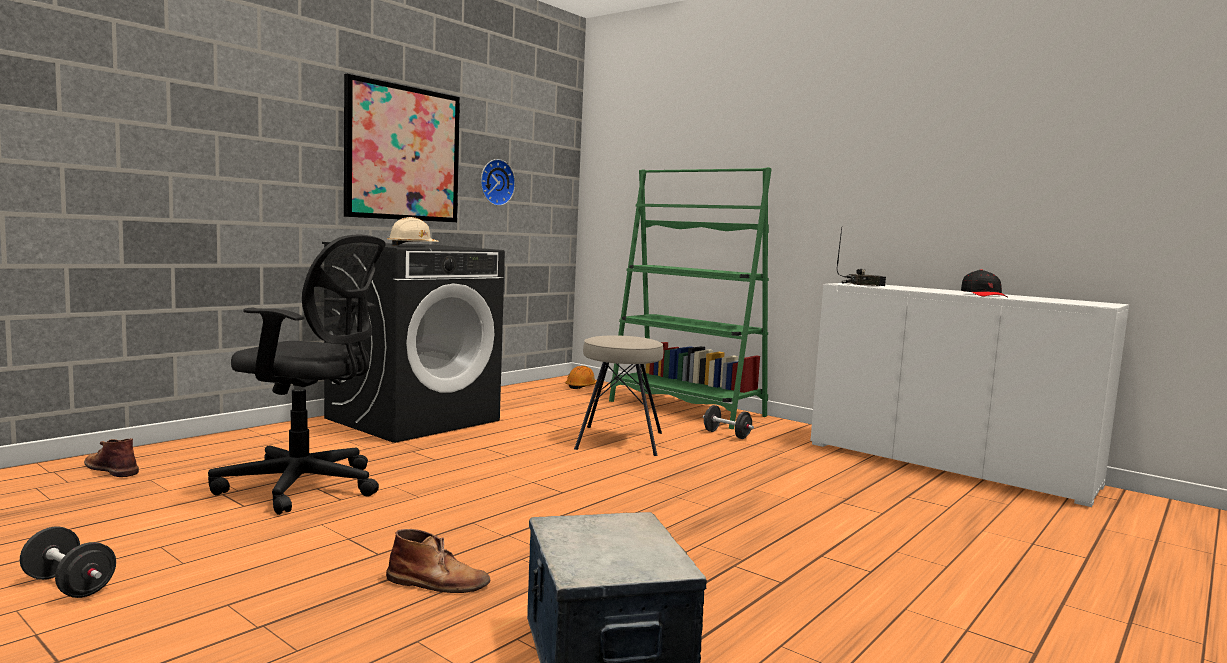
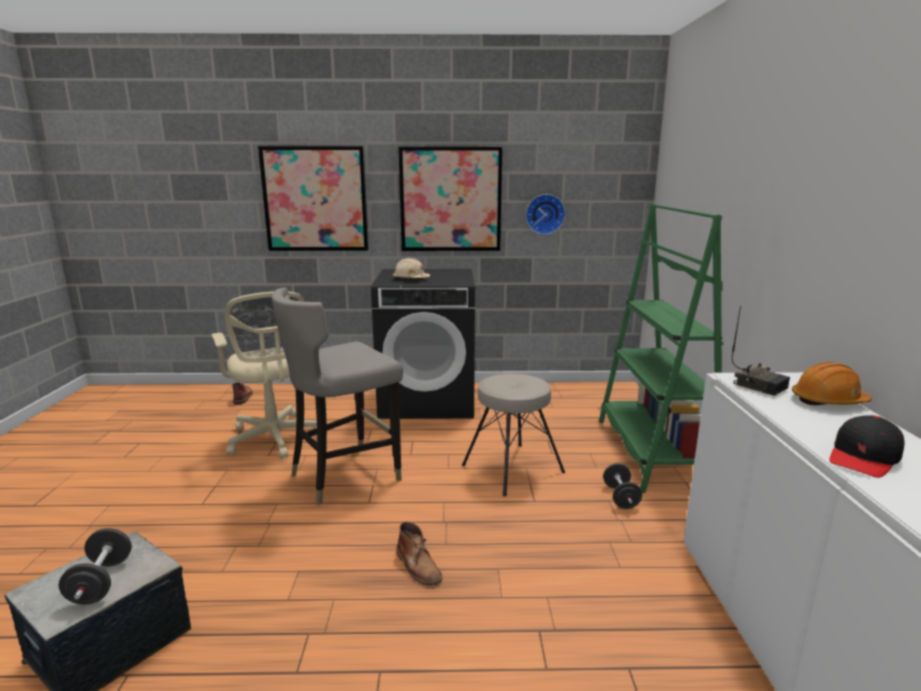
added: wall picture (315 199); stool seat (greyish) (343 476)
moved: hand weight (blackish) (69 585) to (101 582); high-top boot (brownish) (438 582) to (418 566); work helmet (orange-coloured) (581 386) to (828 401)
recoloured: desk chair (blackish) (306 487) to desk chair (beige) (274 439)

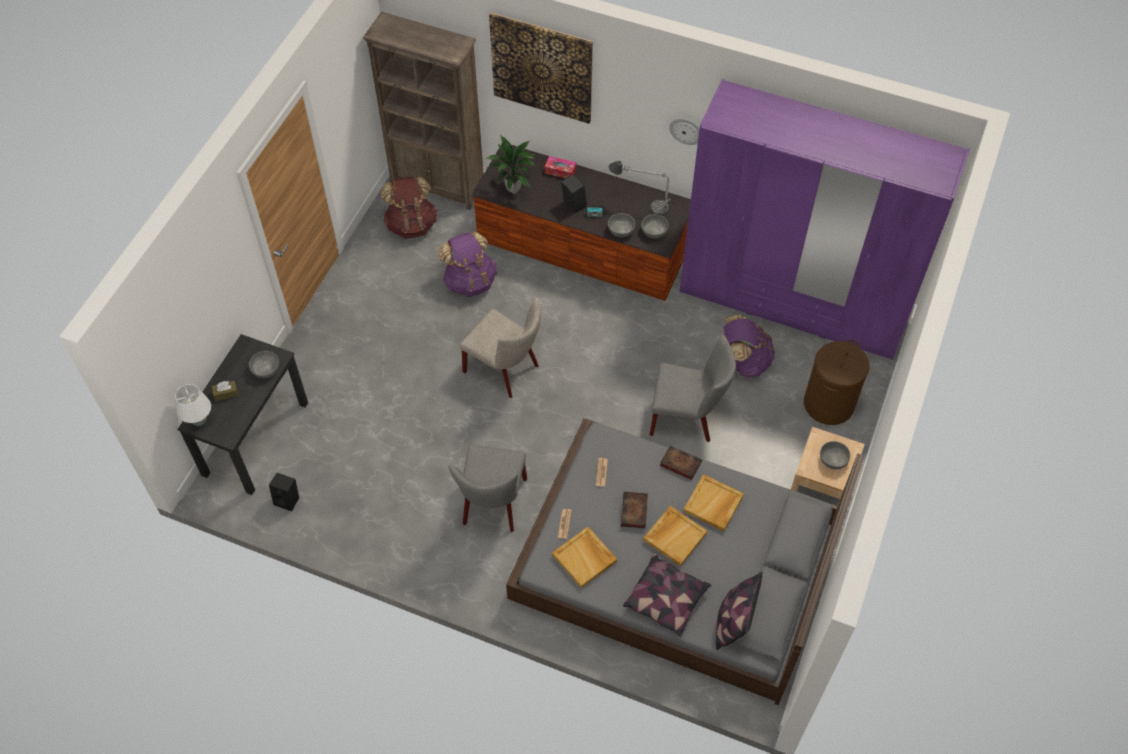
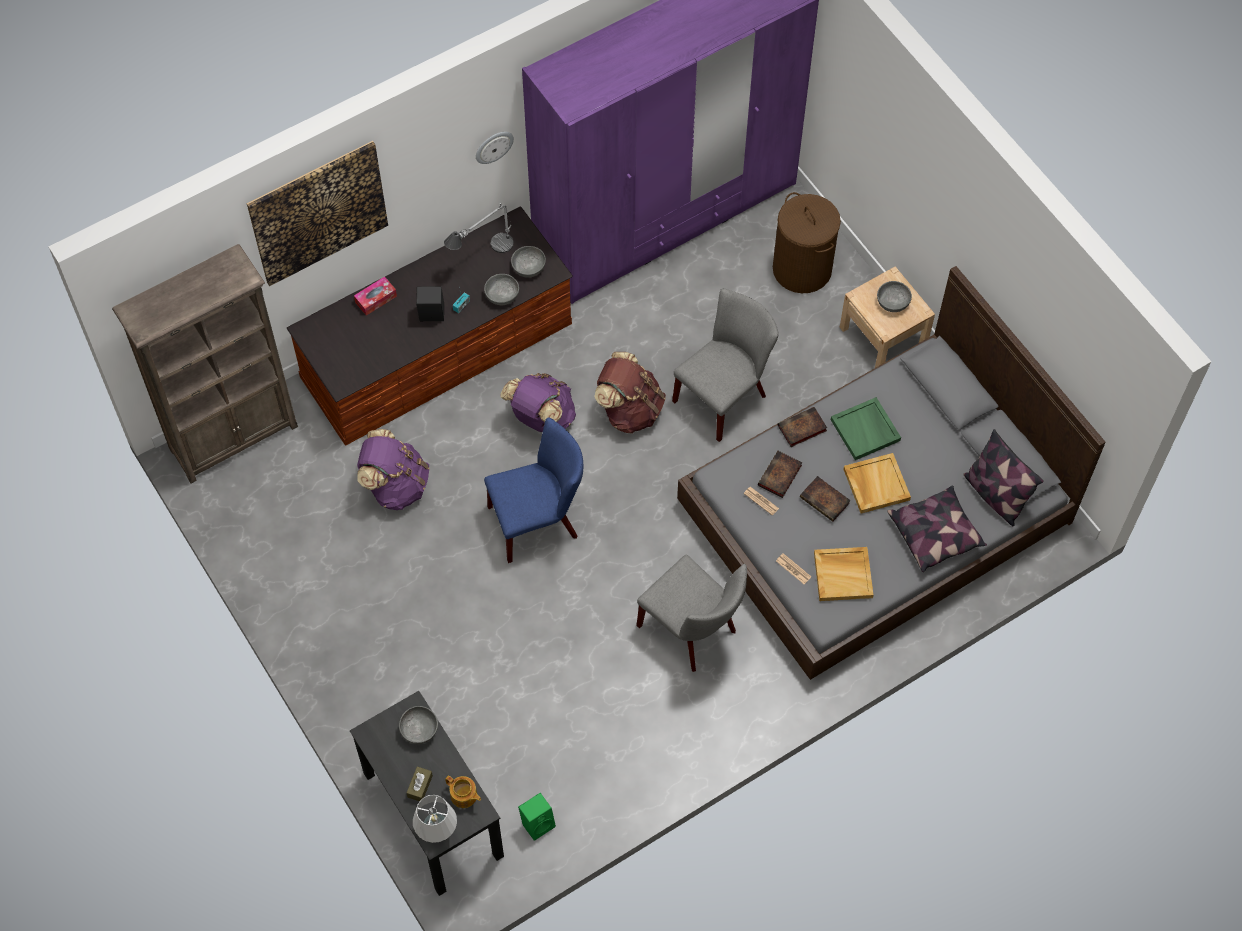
removed: potted plant (514 189)
added: teapot (464 796); bound book (779 476)
moved: knapsack (brownish) (411 224) to (630 410); knapsack (purple) (744 360) to (541 417)
recoloured: loudspeaker (blackish) (288 500) to loudspeaker (green) (538 823); upright chair (beige) (505 370) to upright chair (bluish) (538 521); tray (beige) (713 504) to tray (green) (866 430)

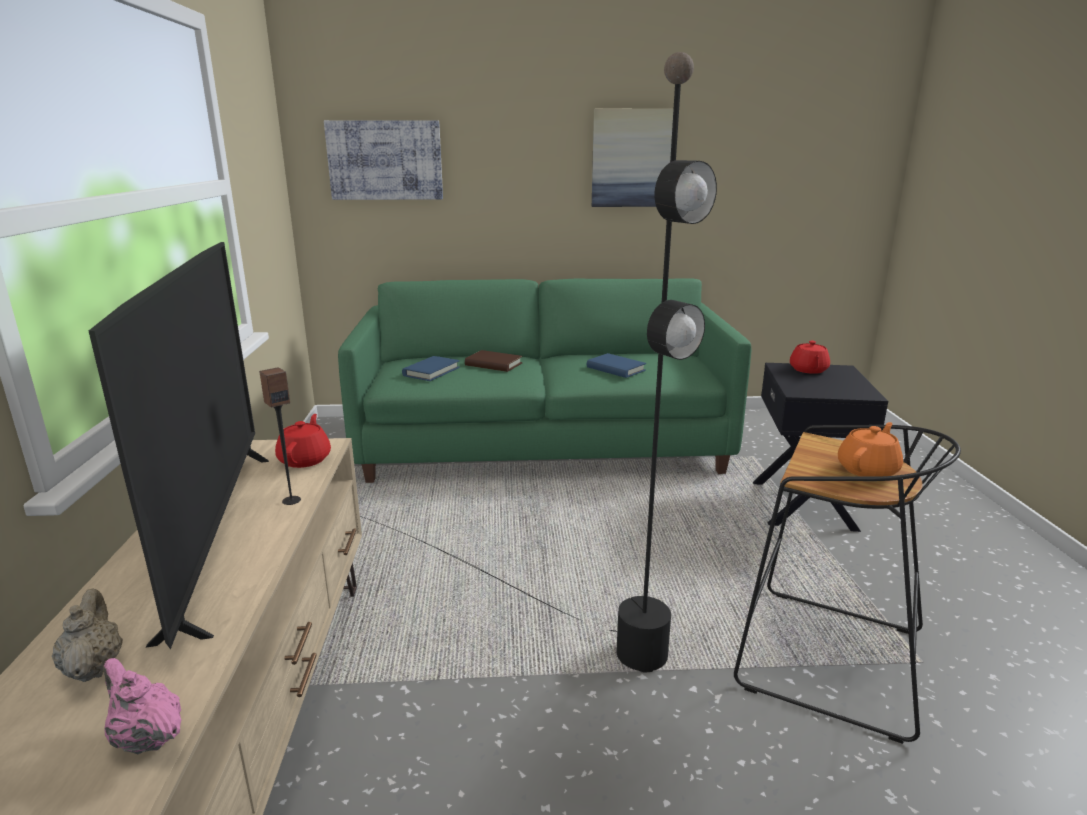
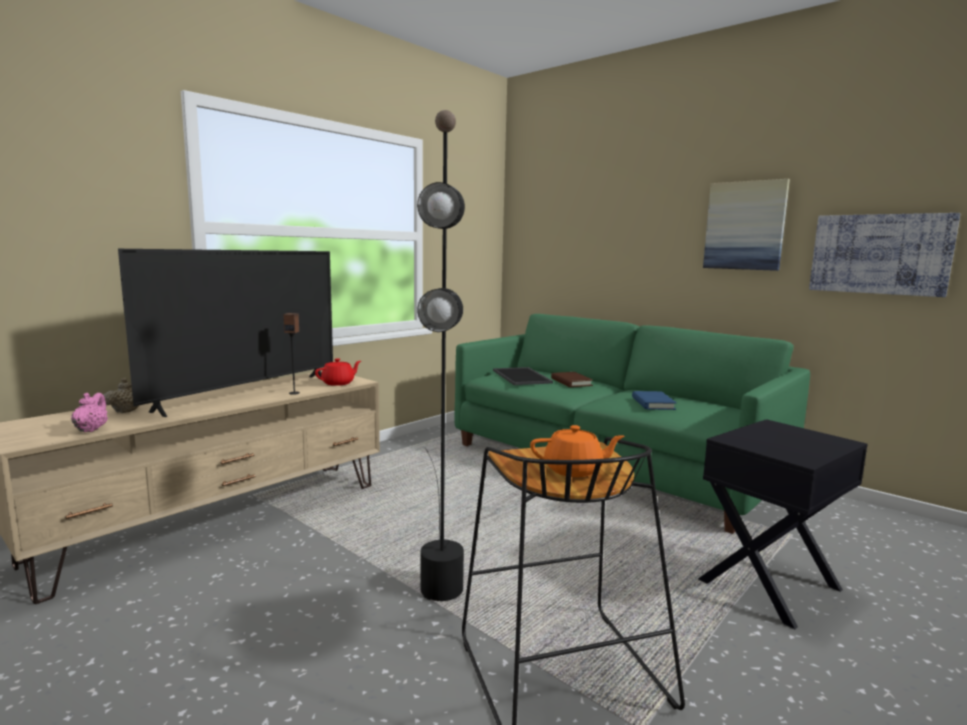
removed: teapot (reddish) (808 370)
moved: wall picture (385 160) to (879 254)
replaced: bound book (bluish) (431 371) to tray (522 376)

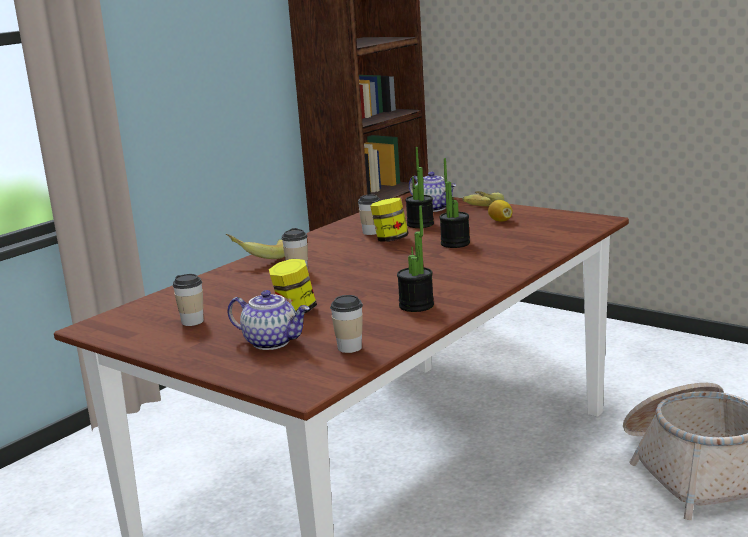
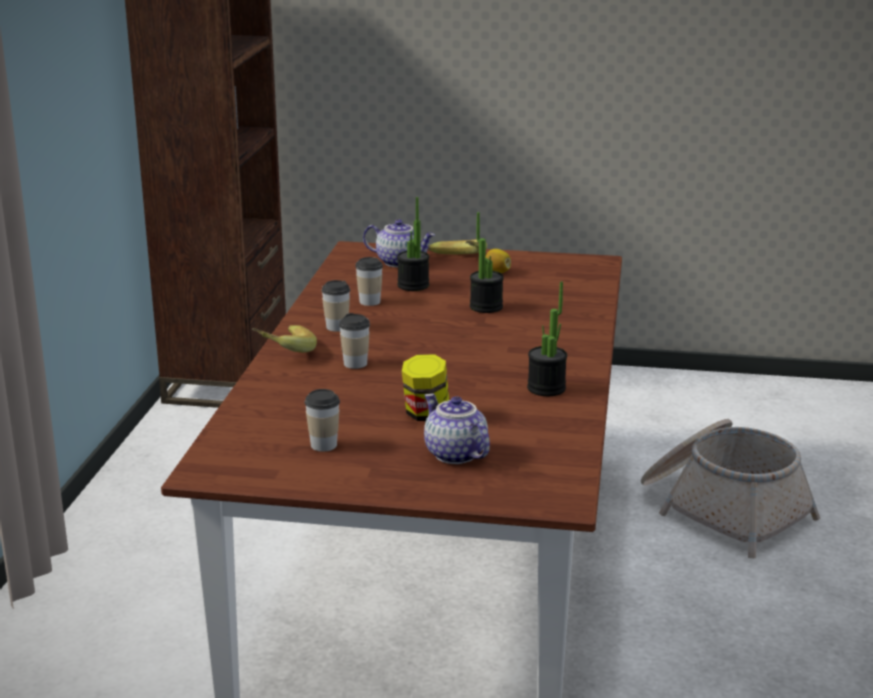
removed: storage jar (390 240)
moved: small cup (349 347) to (337 327)
turned: teapot (272 342) = (454 454) 120 degrees counterclockwise

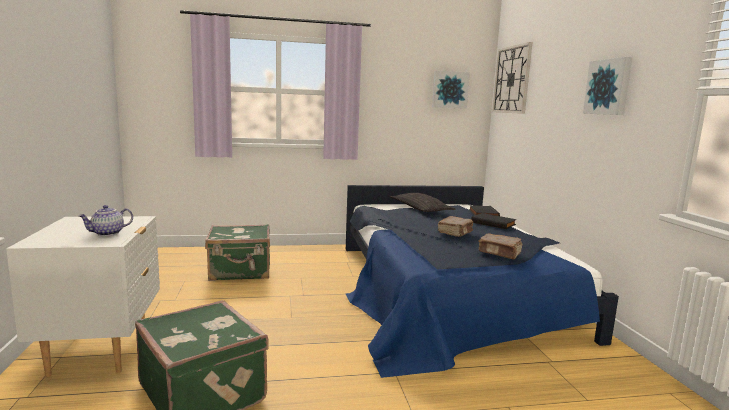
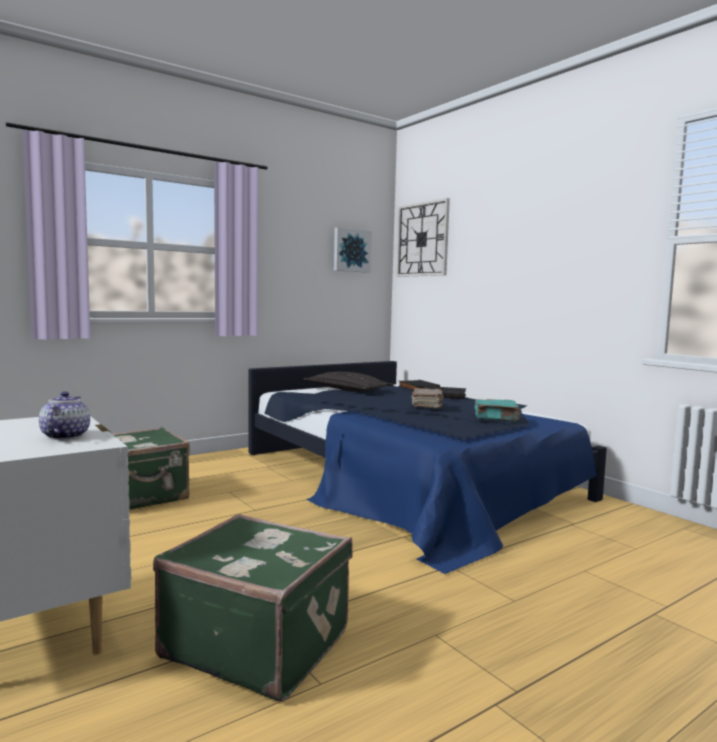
removed: wall picture (609 87)
recoloured: bound book (brownish) (500 253) to bound book (turquoise) (496 418)
turned: teapot (107 233) = (64 436) 150 degrees clockwise

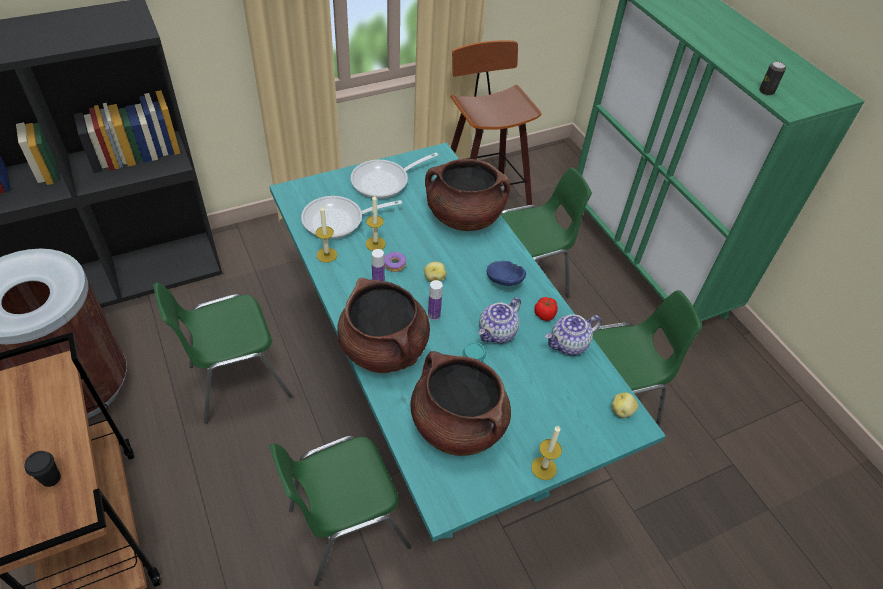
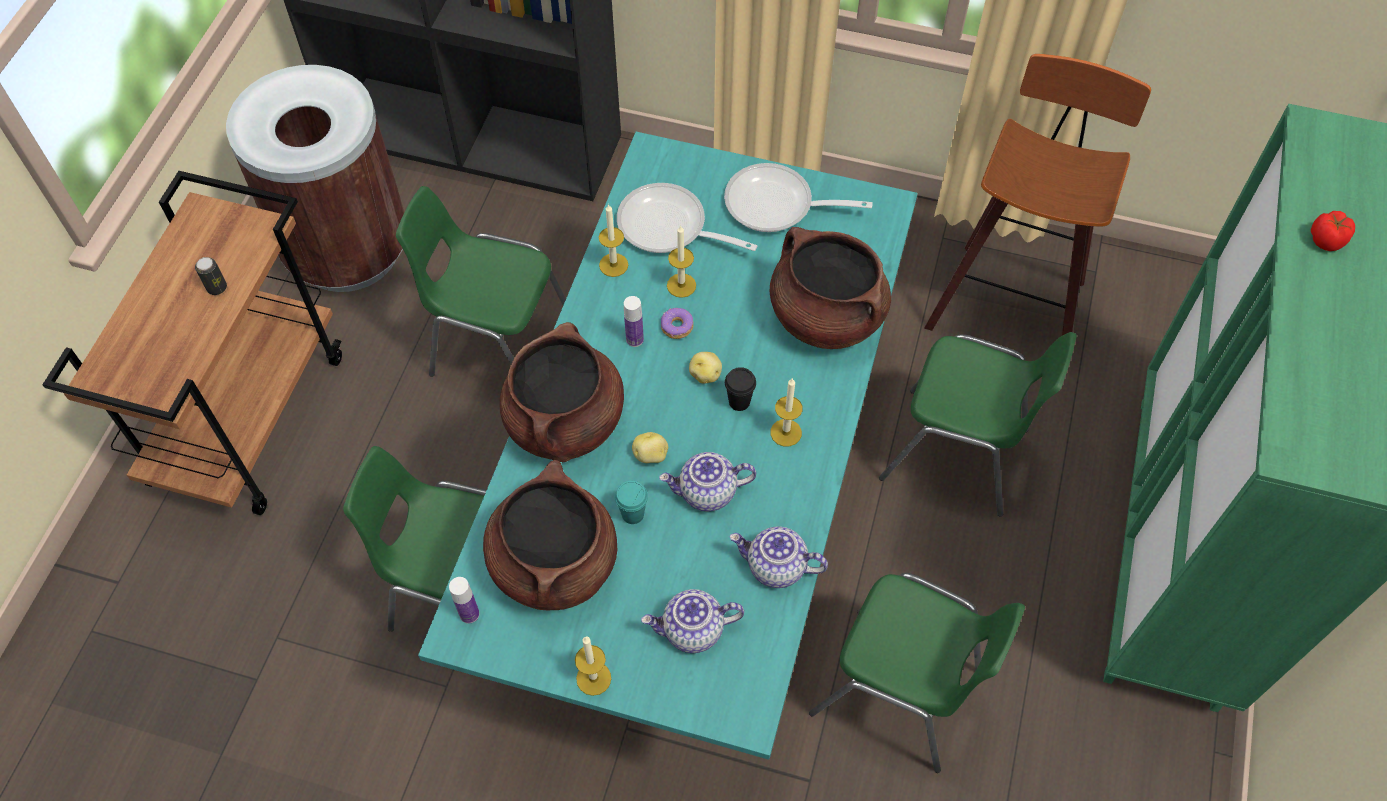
added: teapot (692 631)
moved: small cup (blackish) (51 478) to (739 402); beverage bottle (434 315) to (469 614); tomato (545 314) to (1327 240); whole potato (622 411) to (651 455); can (766 92) to (217 287)
replaced: serving bowl (bluish) (503 280) to wax light (786 432)

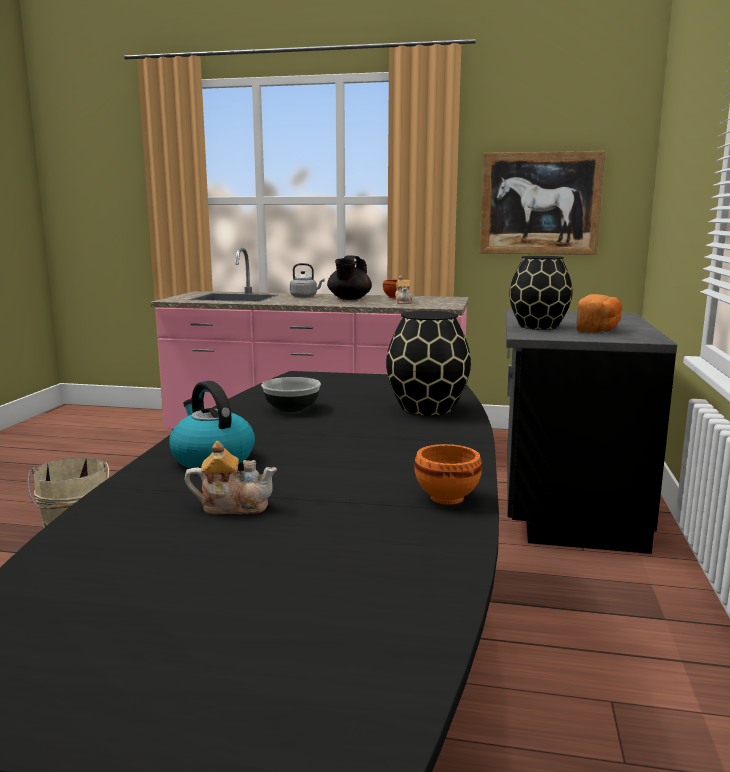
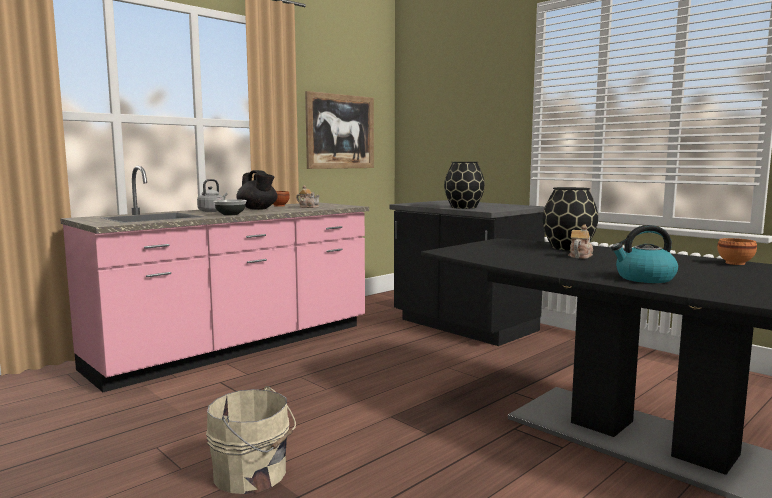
removed: bakery bread (599 329)
moved: teapot (233 506) to (580 256); serving bowl (291 408) to (231 214)

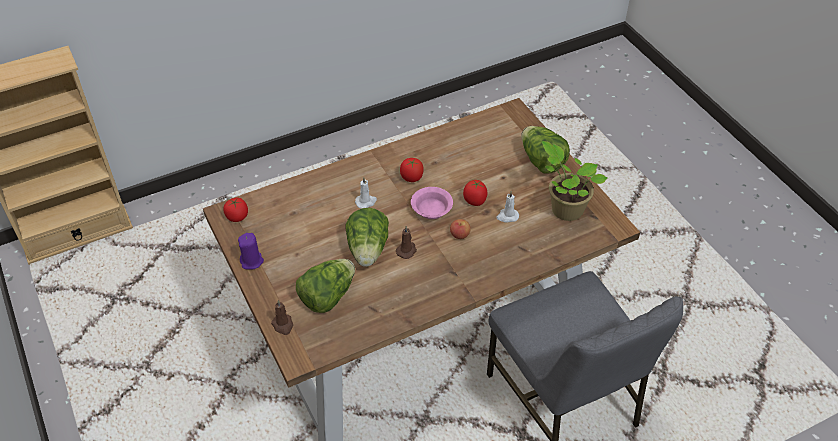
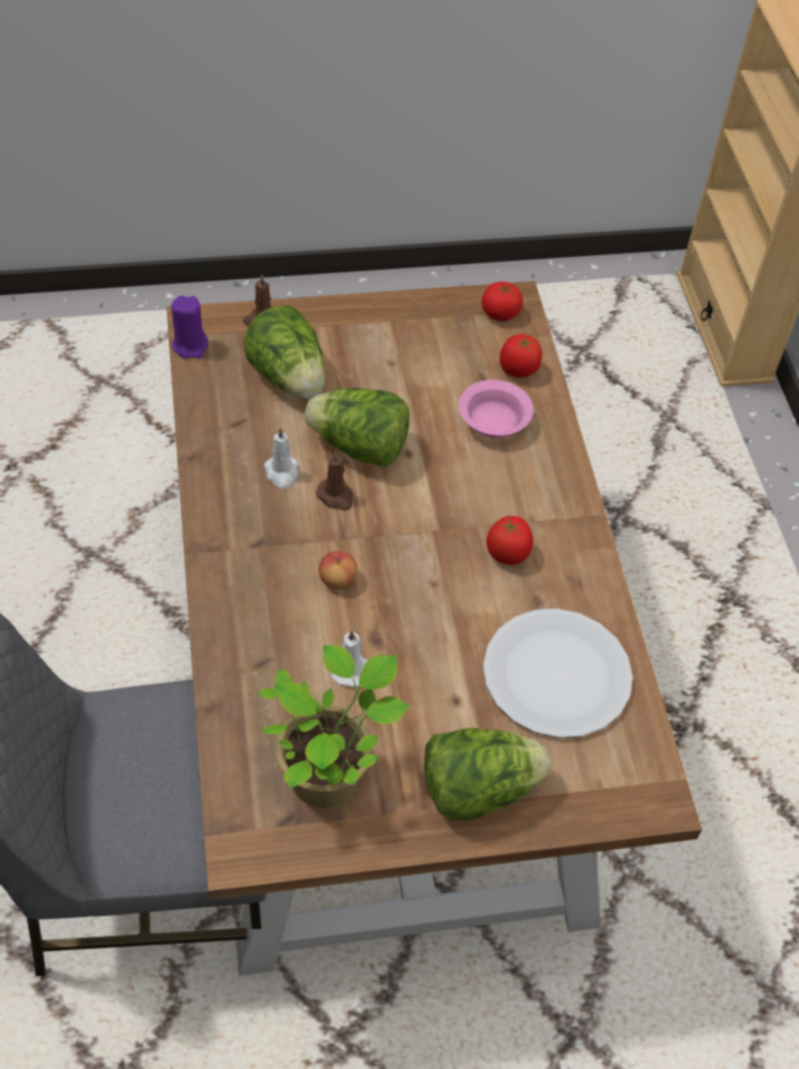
added: plate (white-coloured) (557 674)
moved: wax light (purple) (252 261) to (190 346); wax light (white-coloured) (366 202) to (282 473); serving bowl (pink) (430 209) to (495 420); tomato (475 201) to (518 370)

